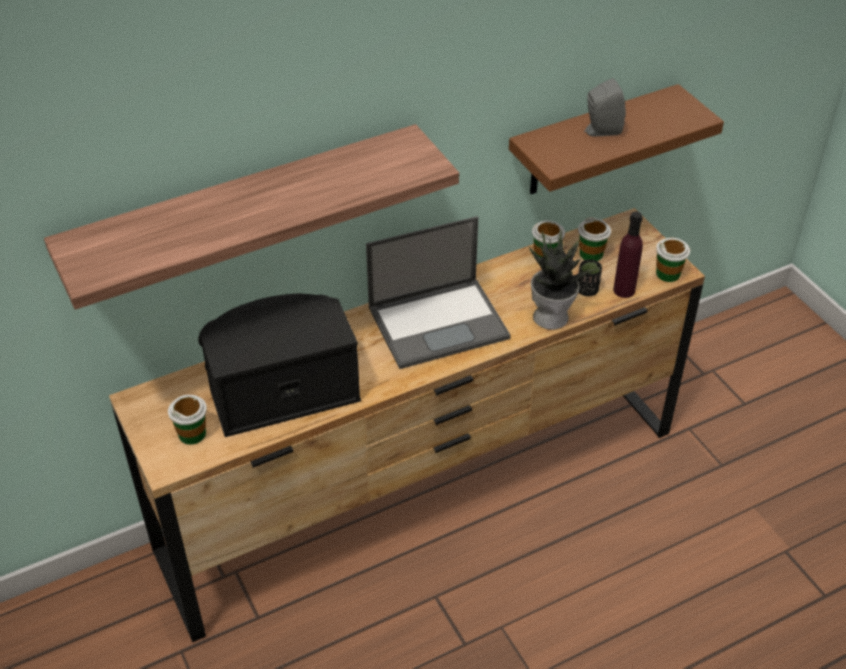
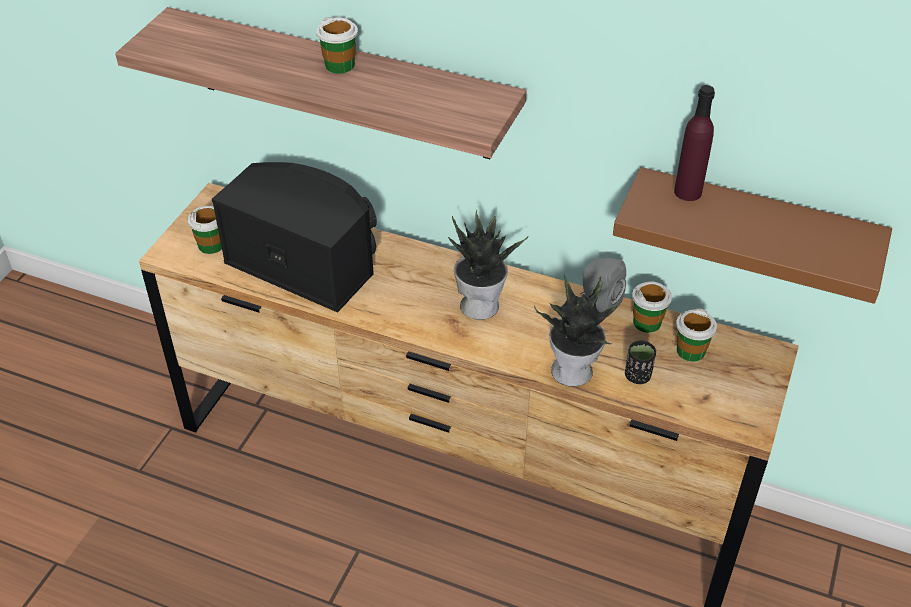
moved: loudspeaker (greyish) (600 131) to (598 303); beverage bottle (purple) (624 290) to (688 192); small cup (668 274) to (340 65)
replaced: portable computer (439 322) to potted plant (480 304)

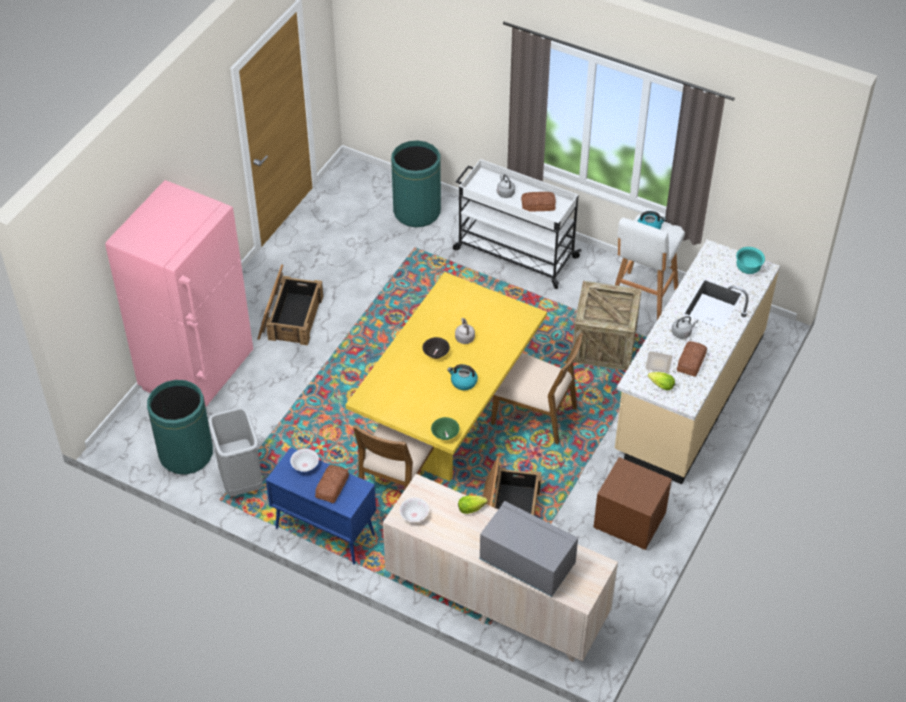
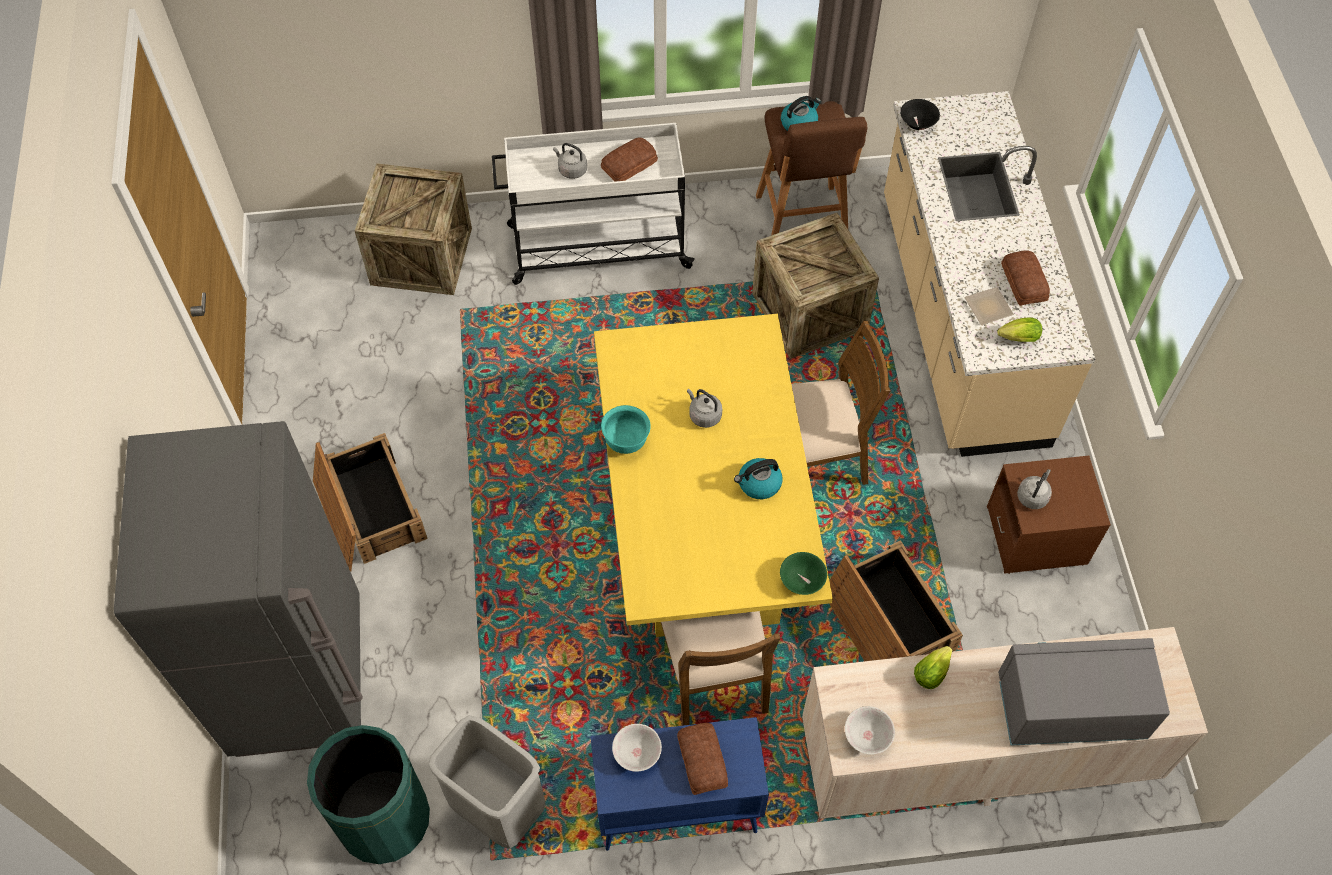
moved: serving bowl (blackish) (436 354) to (918 123); tea kettle (greyish) (682 333) to (1033 496); serving bowl (turquoise) (747 269) to (626 441)
replaced: rubbish bin (green) (416 211) to crate (421 256)
recoloured: refrigerator (pink) (198 372) to refrigerator (greyish) (300 677); stool seat (white-coloured) (642 298) to stool seat (brownish) (802 222)

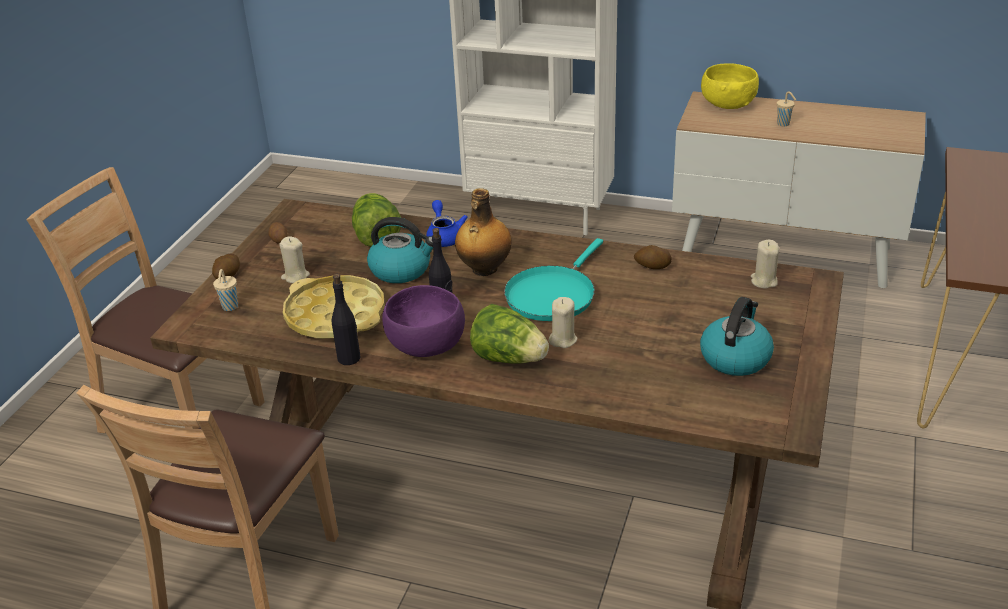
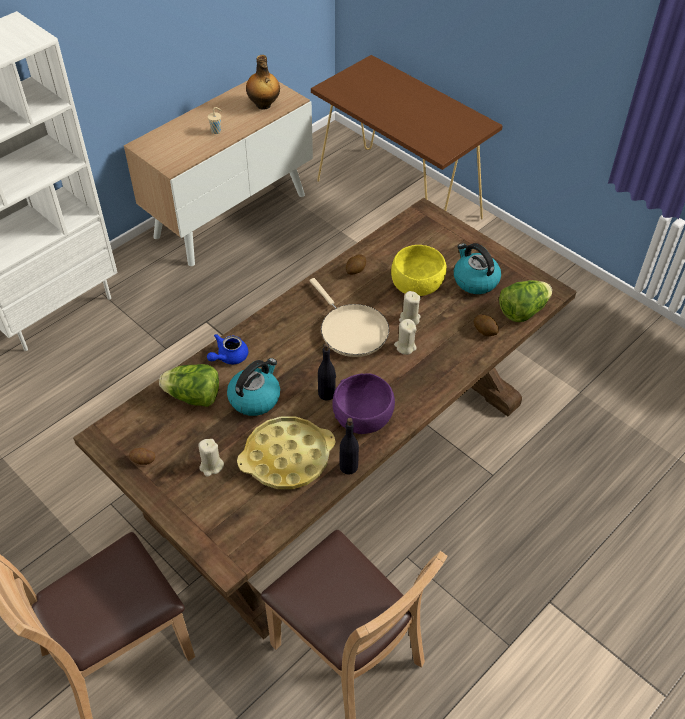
removed: small cup (beige) (229 307)
moved: whole potato (227 276) to (485 331); beverage bottle (484 269) to (263 105); lettuce (509 358) to (522 311); serving bowl (yellow-coloured) (727 104) to (416 286); wax light (beige) (763 281) to (409 318)
recoloured: skillet (turquoise) (553 295) to skillet (beige) (351 330)
turned: teapot (bluish) (444 236) = (228 357) 60 degrees counterclockwise

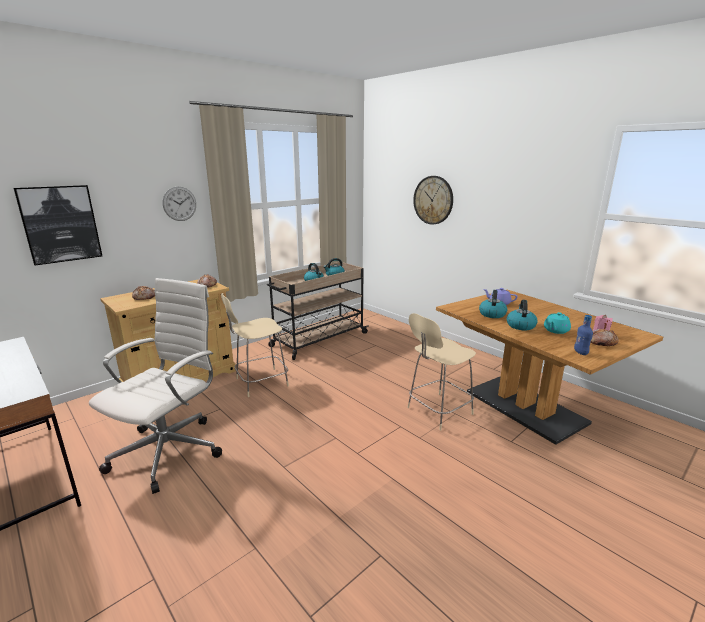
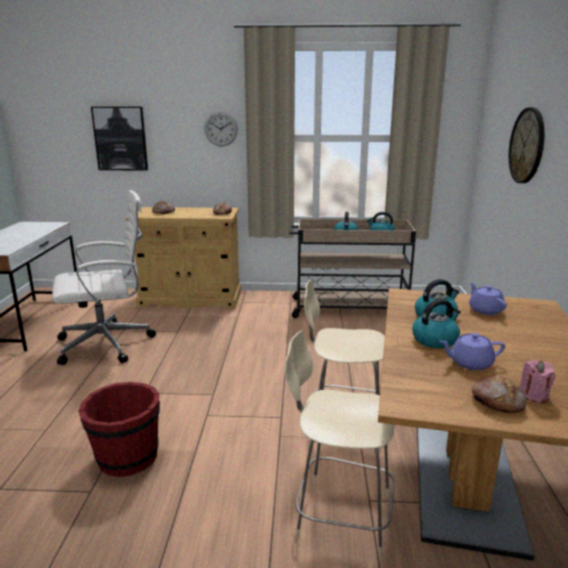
removed: beverage bottle (bluish) (580 352)
added: bucket (reddish) (127 457)
moved: upright chair (beige) (260 382) to (340 514)
recoloured: teapot (turquoise) (555 331) to teapot (purple) (470 363)

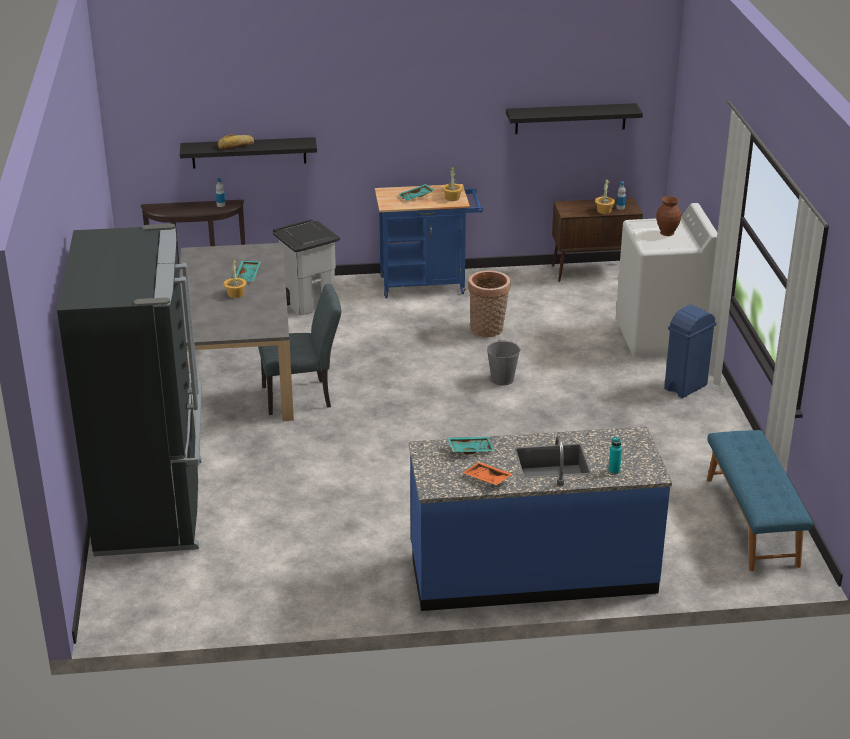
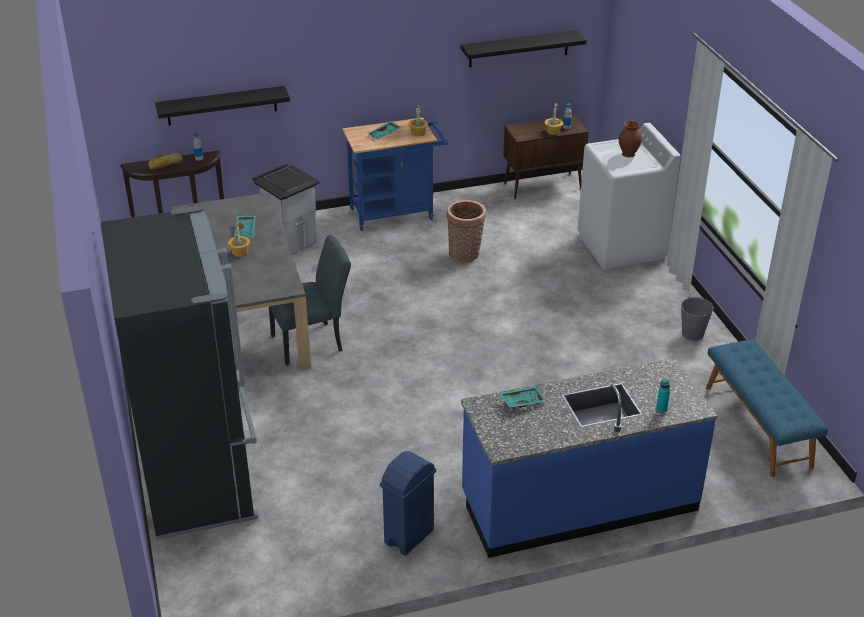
removed: tray (orange-coloured) (486 479)
moved: bakery bread (236 146) to (166 165); bucket (greyish) (502 379) to (692 333); rubbish bin (bluish) (685 387) to (408 537)

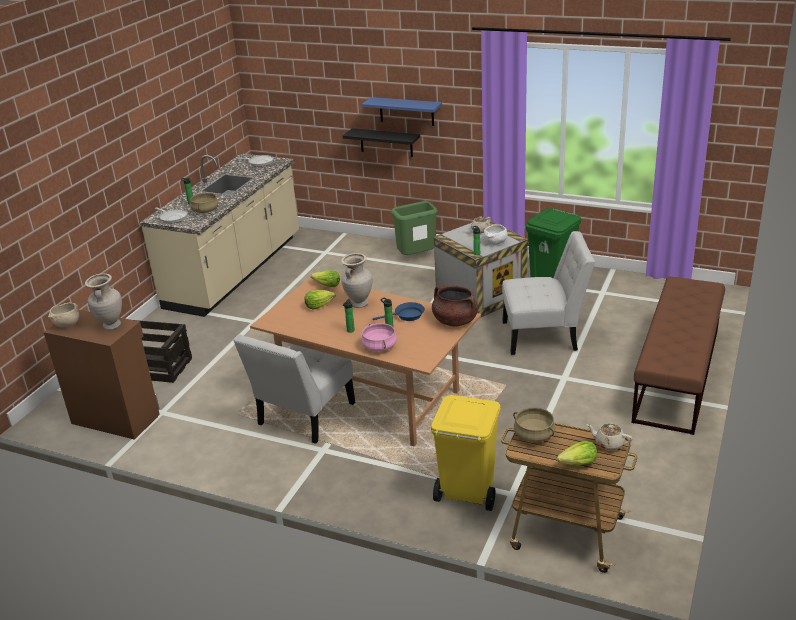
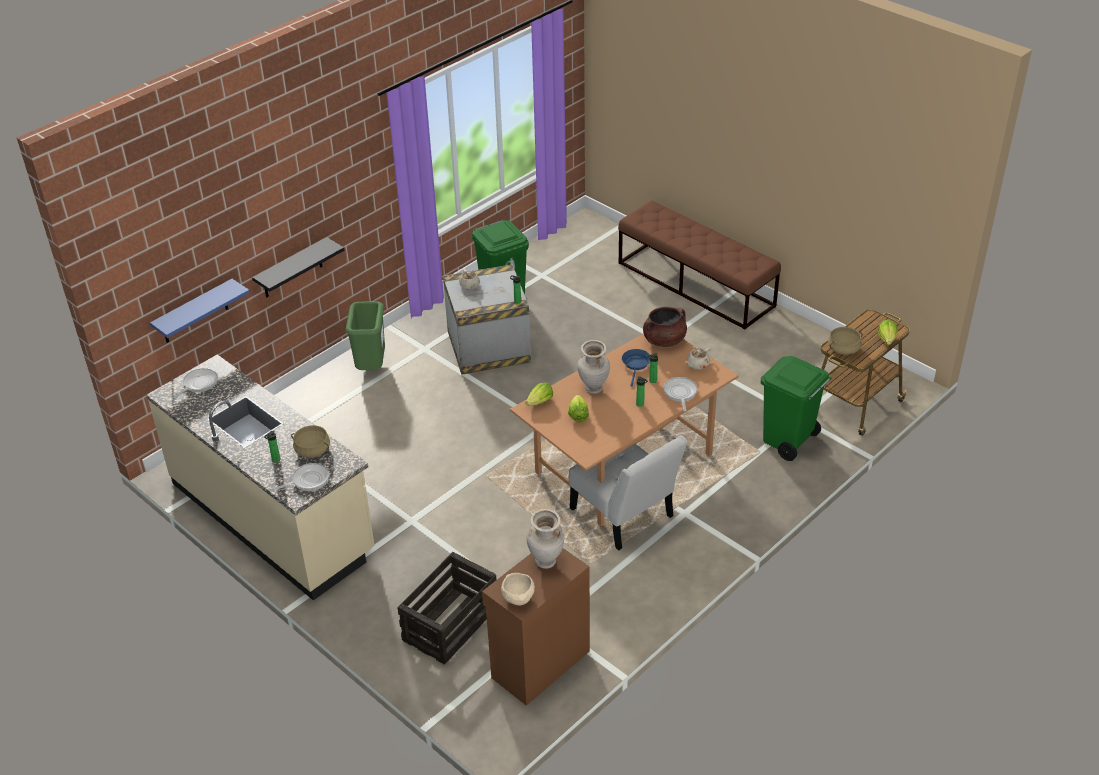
removed: serving bowl (white-coloured) (495 243); upright chair (white-coloured) (544 335)
moved: shelf (bluish) (406 111) to (194 312); teapot (beige) (608 443) to (697 364)
replaced: saucepot (pink) (379 347) to skillet (680 393)
recoloured: rubbish bin (yellow-coloured) (467 493) to rubbish bin (green) (788 441)

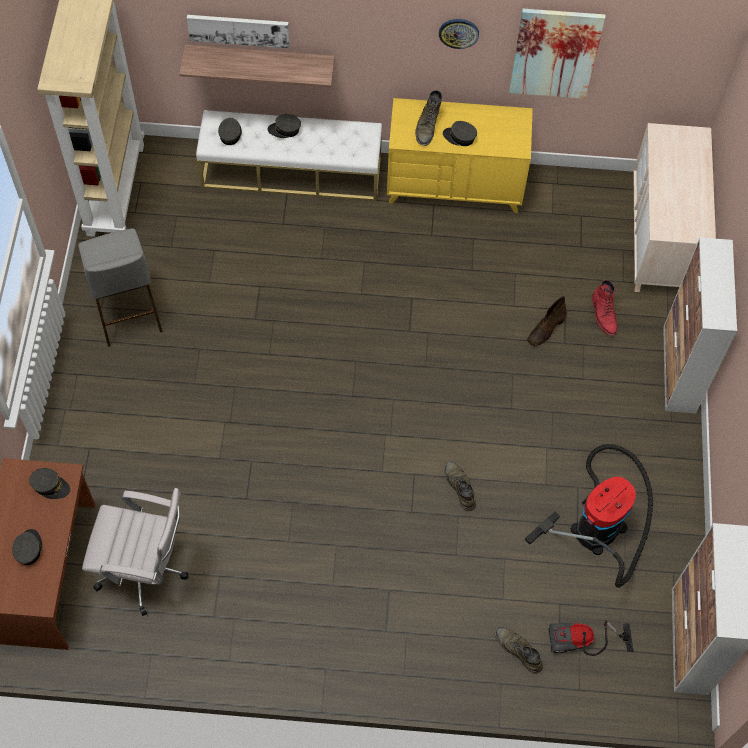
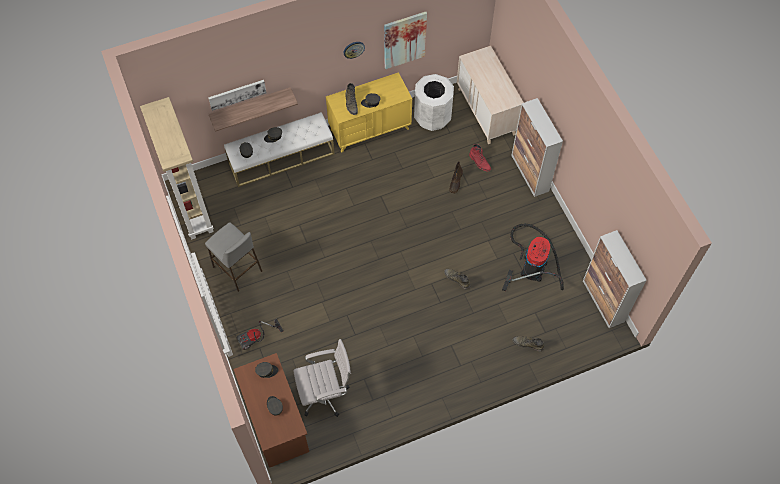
added: rubbish bin (white-coloured) (432 117)
moved: vacuum (582 643) to (257 338)

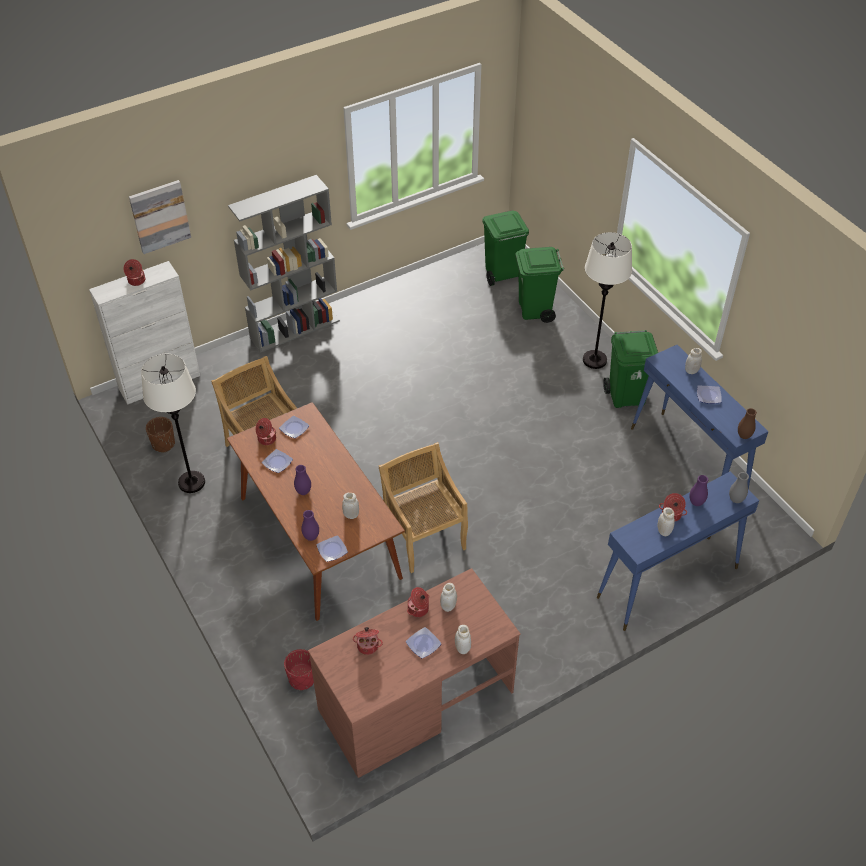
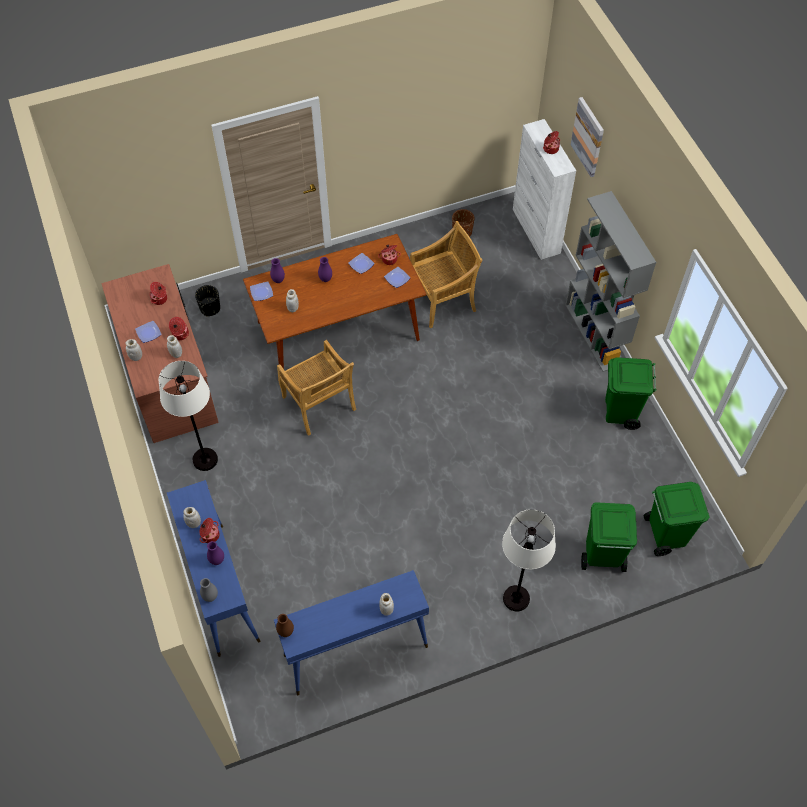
removed: plate (708 396)
moved: floor lamp (white-coloured) (191 482) to (205 459); rubbish bin (green) (626 396) to (620 412)
recoloured: flower pot (reddish) (302 678) to flower pot (blackish) (210 308)
turned: upright chair (beige) (423 537) = (319 404) 75 degrees clockwise

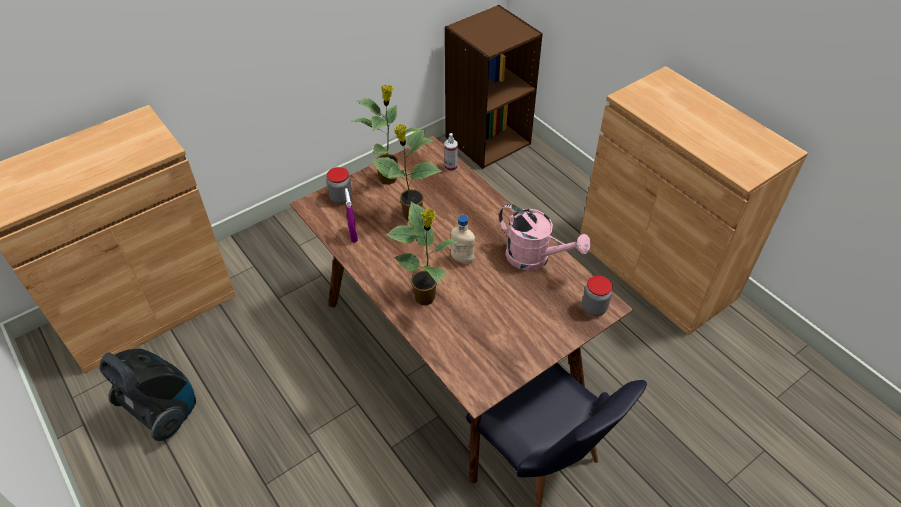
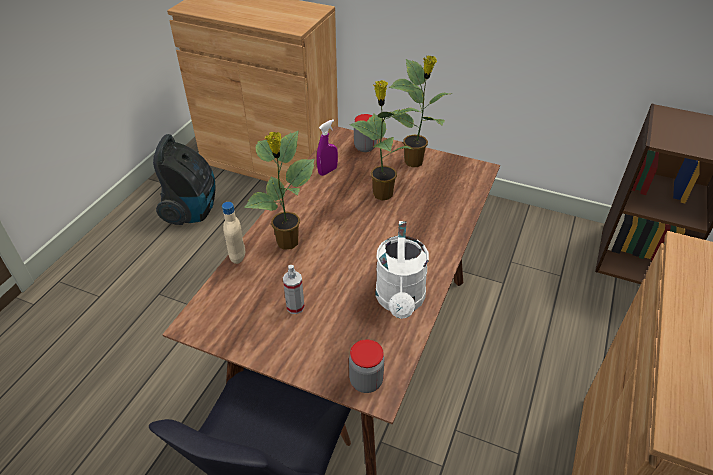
moved: sprayer (451 167) to (295 307); beverage bottle (beige) (462 259) to (237 256)
recoloured: watering pot (pink) (535 258) to watering pot (white-coloured) (400 301)

